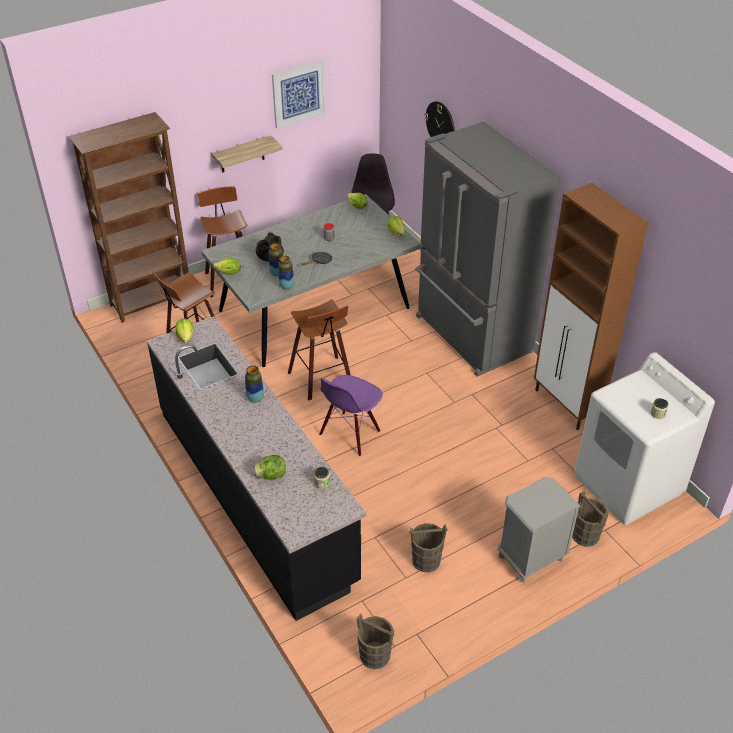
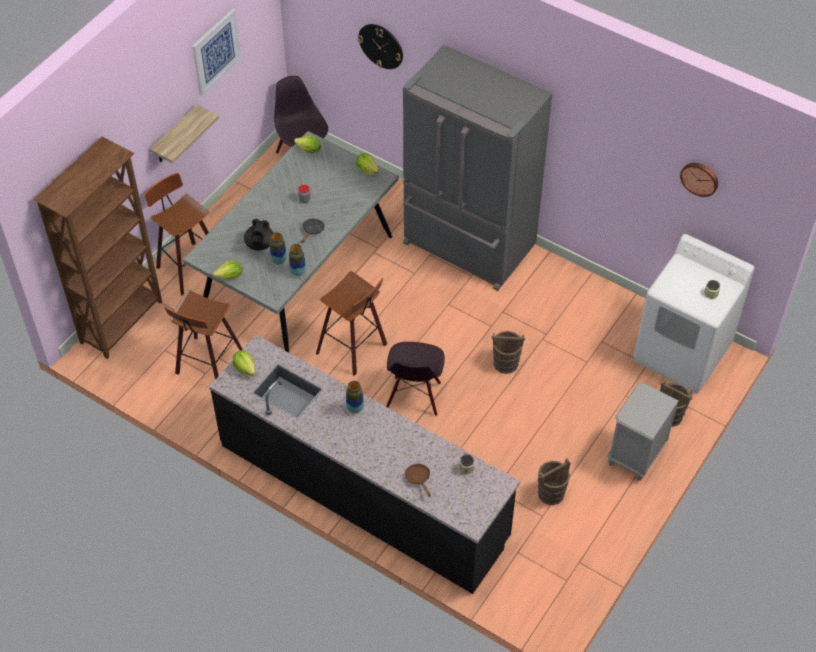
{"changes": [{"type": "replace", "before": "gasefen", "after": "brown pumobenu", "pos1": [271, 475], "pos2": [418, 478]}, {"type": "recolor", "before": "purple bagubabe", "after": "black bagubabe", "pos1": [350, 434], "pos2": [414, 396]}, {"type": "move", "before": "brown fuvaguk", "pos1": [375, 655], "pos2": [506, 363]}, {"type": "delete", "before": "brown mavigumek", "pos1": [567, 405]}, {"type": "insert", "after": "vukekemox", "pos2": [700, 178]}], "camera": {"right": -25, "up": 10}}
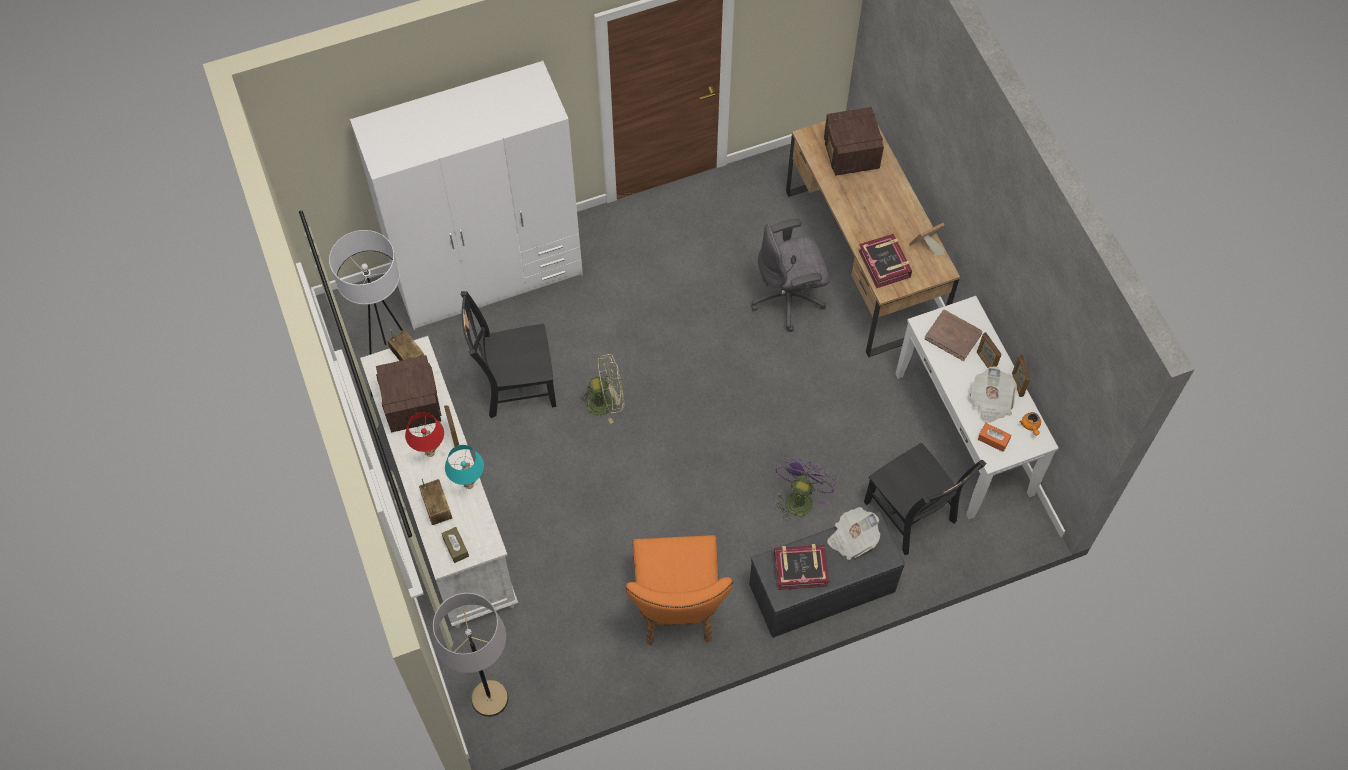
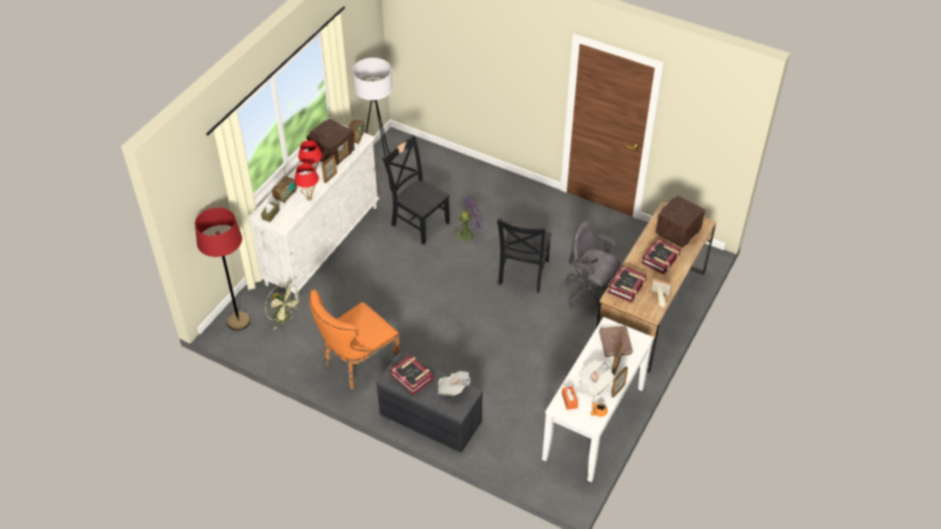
{"changes": [{"type": "delete", "before": "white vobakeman", "pos1": [489, 276]}, {"type": "recolor", "before": "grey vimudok", "after": "red vimudok", "pos1": [489, 698], "pos2": [238, 321]}, {"type": "recolor", "before": "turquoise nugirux", "after": "red nugirux", "pos1": [469, 485], "pos2": [309, 198]}, {"type": "move", "before": "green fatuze", "pos1": [605, 402], "pos2": [285, 319]}, {"type": "move", "before": "purple fatuze", "pos1": [800, 498], "pos2": [469, 233]}, {"type": "move", "before": "black bagubabe", "pos1": [911, 515], "pos2": [523, 274]}, {"type": "insert", "after": "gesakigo", "pos2": [660, 259]}], "camera": {"right": 50, "up": -15}}
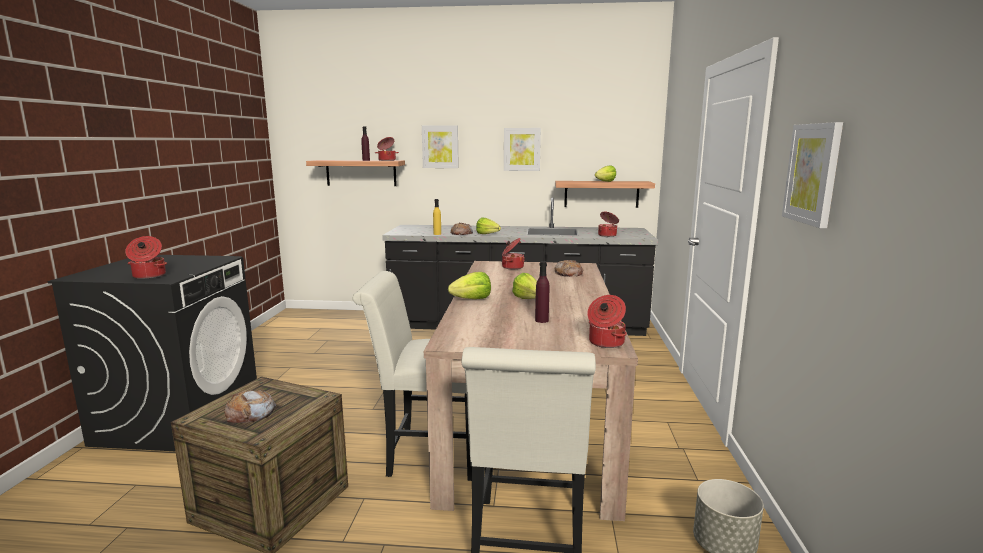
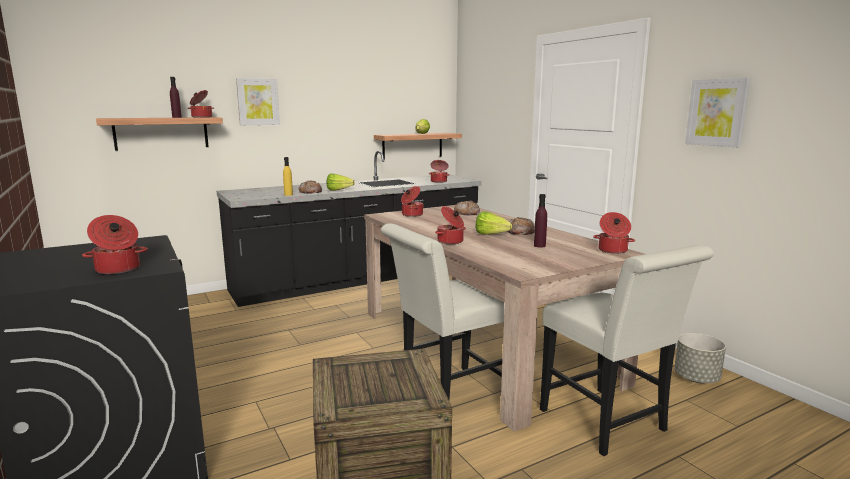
{"changes": [{"type": "move", "before": "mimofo", "pos1": [251, 413], "pos2": [521, 231]}, {"type": "replace", "before": "gasefen", "after": "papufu", "pos1": [472, 299], "pos2": [451, 241]}, {"type": "delete", "before": "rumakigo", "pos1": [522, 149]}], "camera": {"right": -35, "up": 0}}
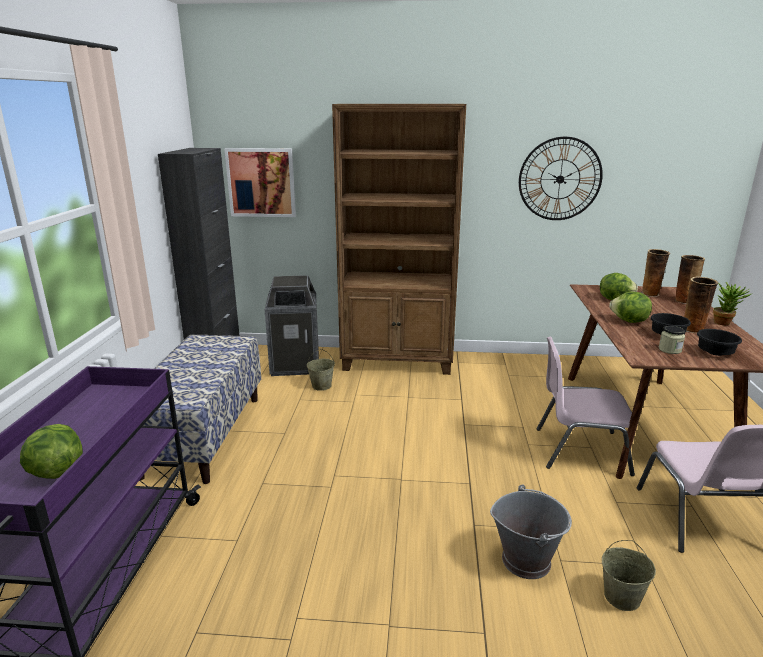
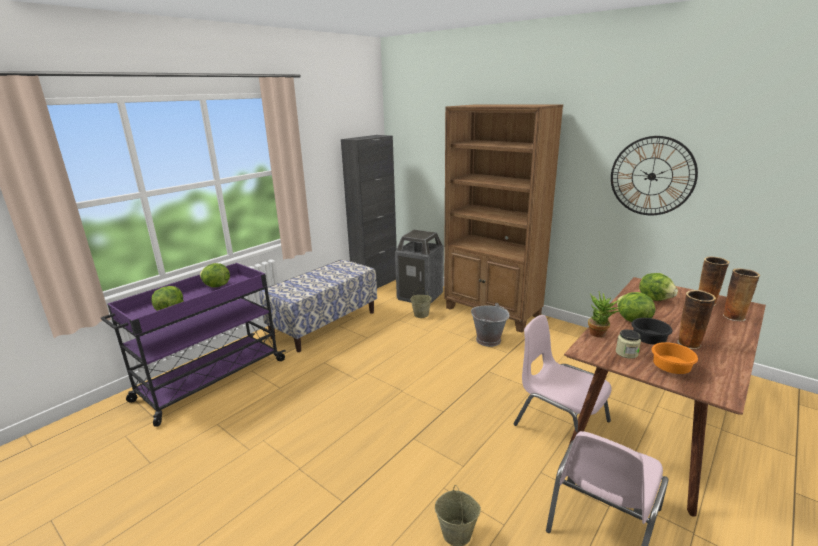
{"changes": [{"type": "delete", "before": "rumakigo", "pos1": [261, 182]}, {"type": "move", "before": "grey fuvaguk", "pos1": [526, 560], "pos2": [488, 340]}, {"type": "recolor", "before": "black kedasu", "after": "orange kedasu", "pos1": [715, 354], "pos2": [670, 369]}, {"type": "move", "before": "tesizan", "pos1": [724, 322], "pos2": [600, 334]}, {"type": "insert", "after": "gasefen", "pos2": [216, 286]}], "camera": {"right": 35, "up": 0}}
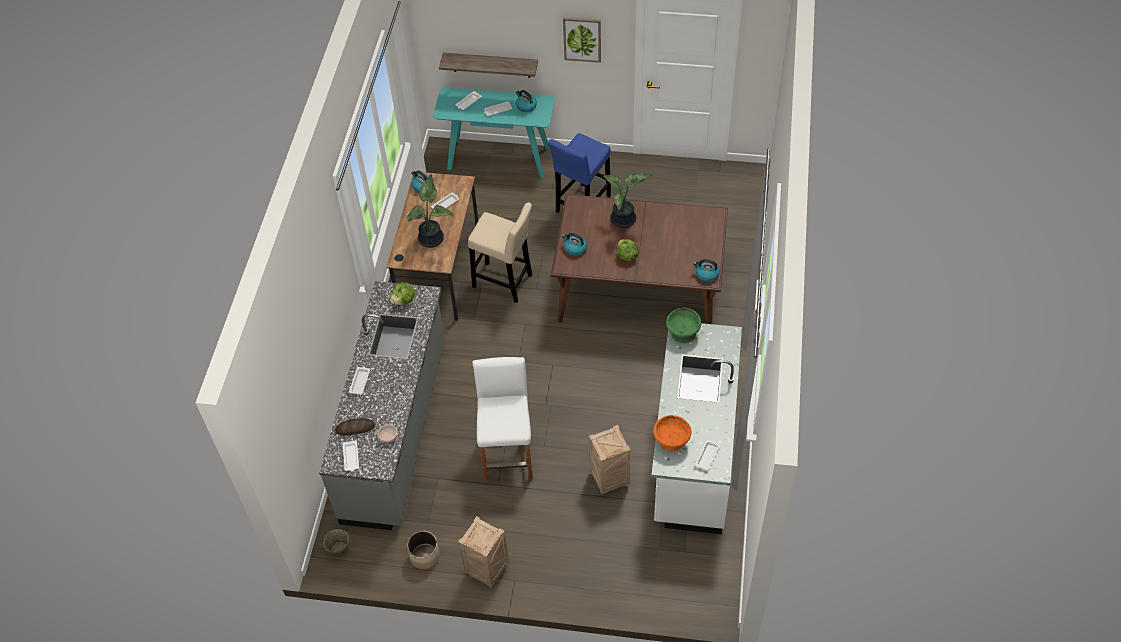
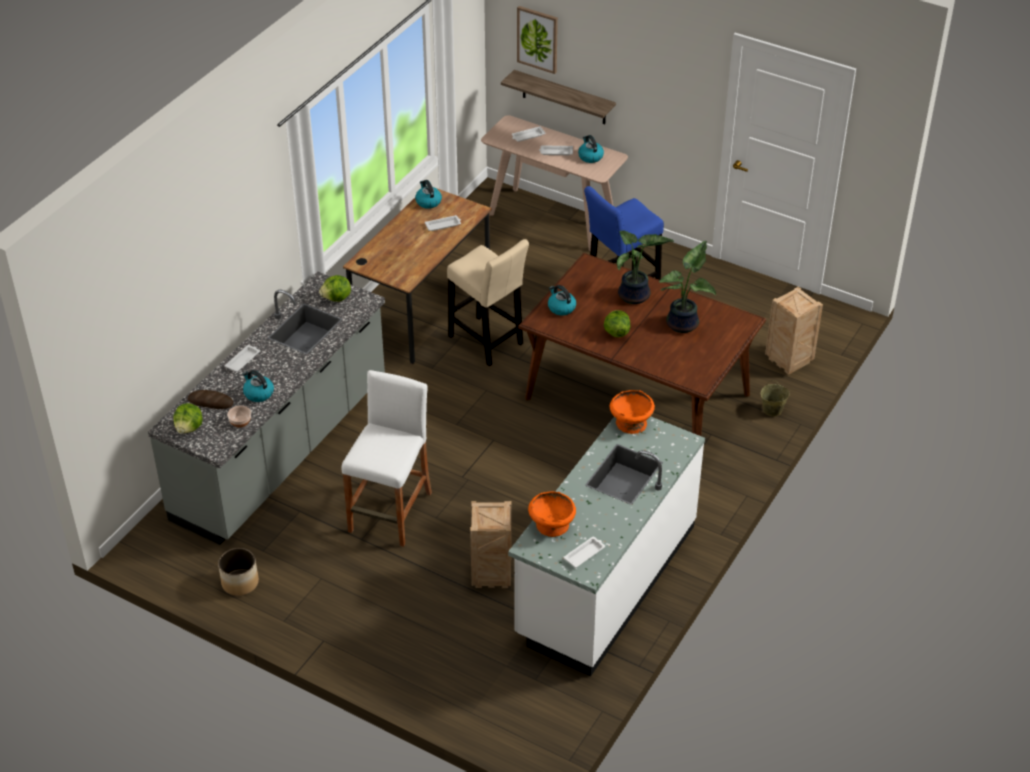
{"changes": [{"type": "move", "before": "beige fuvaguk", "pos1": [339, 550], "pos2": [772, 410]}, {"type": "replace", "before": "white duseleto", "after": "gasefen", "pos1": [351, 457], "pos2": [189, 428]}, {"type": "move", "before": "tesizan", "pos1": [432, 238], "pos2": [684, 324]}, {"type": "recolor", "before": "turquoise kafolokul", "after": "beige kafolokul", "pos1": [499, 158], "pos2": [552, 219]}, {"type": "move", "before": "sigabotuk", "pos1": [486, 570], "pos2": [787, 360]}, {"type": "move", "before": "rumakigo", "pos1": [582, 39], "pos2": [538, 39]}, {"type": "recolor", "before": "green kedasu", "after": "orange kedasu", "pos1": [682, 333], "pos2": [631, 422]}, {"type": "move", "before": "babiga", "pos1": [706, 274], "pos2": [258, 393]}], "camera": {"right": 20, "up": -10}}
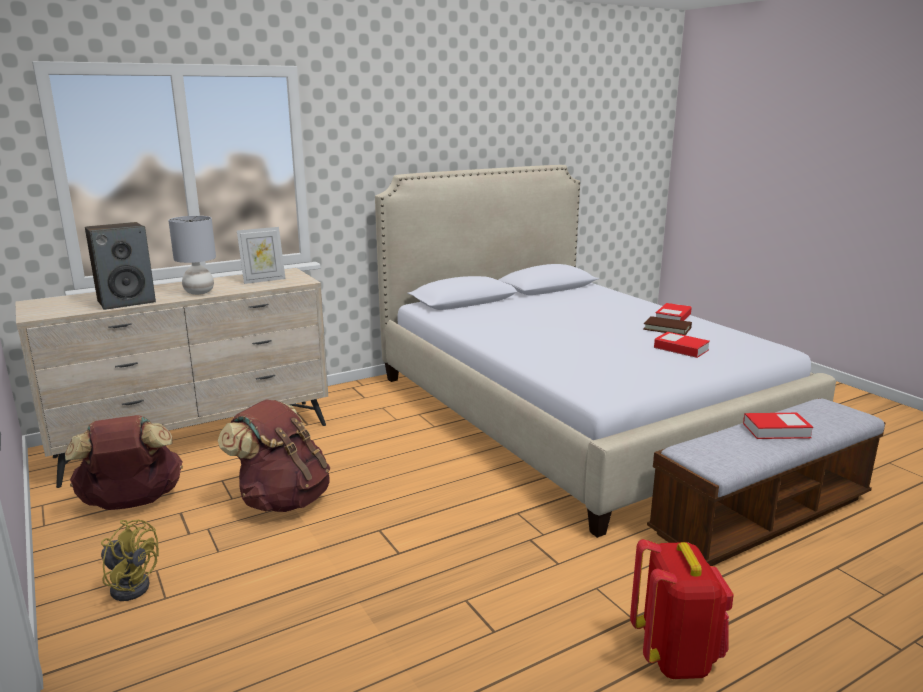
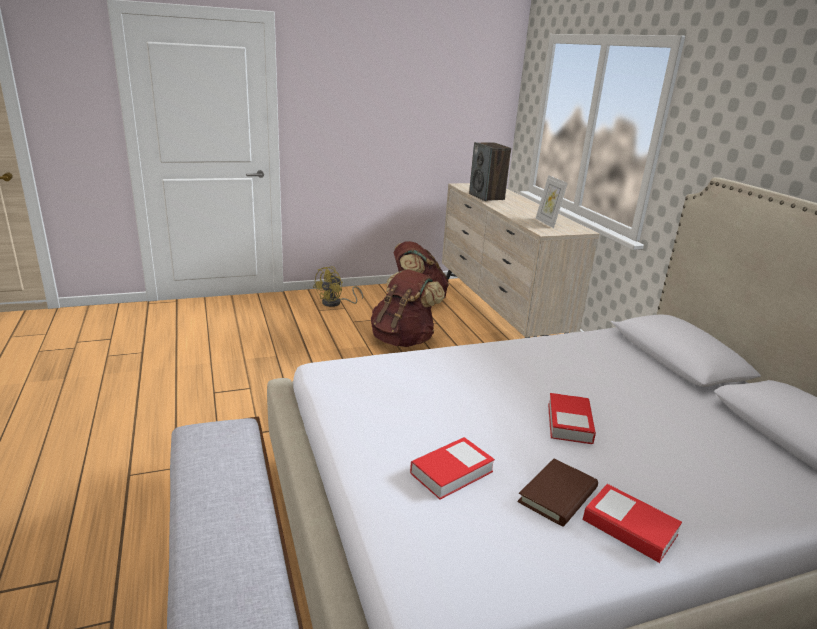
{"changes": [{"type": "delete", "before": "grey nugirux", "pos1": [199, 292]}, {"type": "delete", "before": "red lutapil", "pos1": [675, 656]}, {"type": "move", "before": "gesakigo", "pos1": [776, 430], "pos2": [569, 423]}], "camera": {"right": 100, "up": 5}}
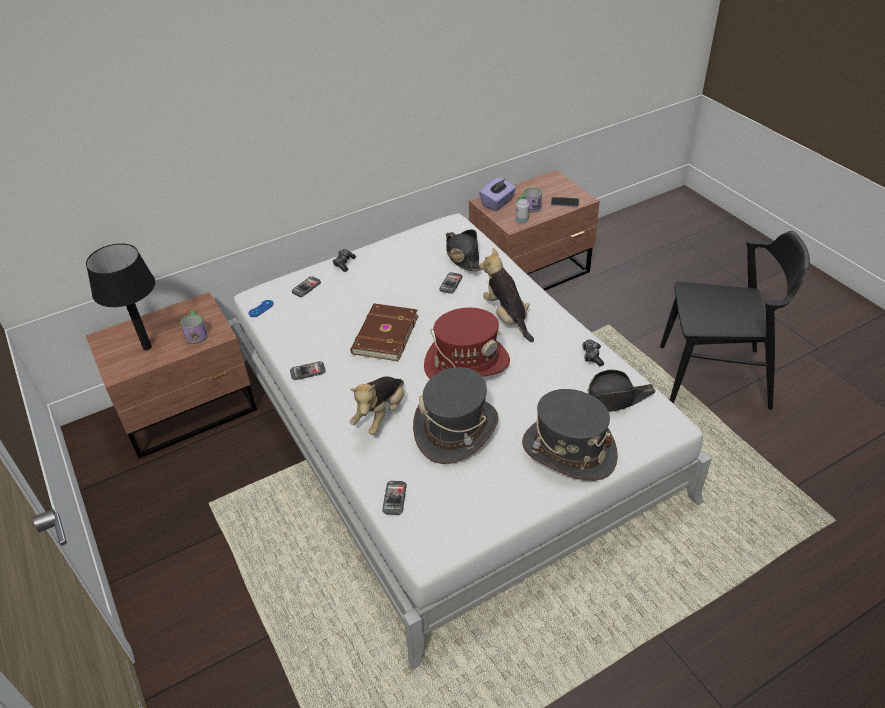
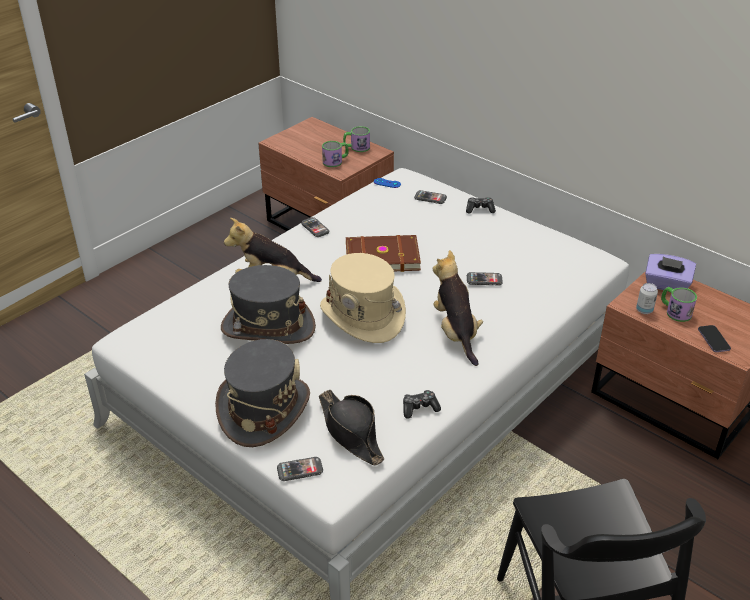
{"changes": [{"type": "delete", "before": "black nugirux", "pos1": [147, 347]}, {"type": "move", "before": "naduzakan", "pos1": [394, 498], "pos2": [300, 470]}, {"type": "recolor", "before": "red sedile", "after": "beige sedile", "pos1": [467, 363], "pos2": [363, 316]}, {"type": "delete", "before": "black sedile", "pos1": [462, 256]}, {"type": "rotate", "before": "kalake", "pos1": [507, 317], "pos2": [455, 332], "turn": -60}, {"type": "insert", "after": "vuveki", "pos2": [356, 147]}], "camera": {"right": 70, "up": -5}}
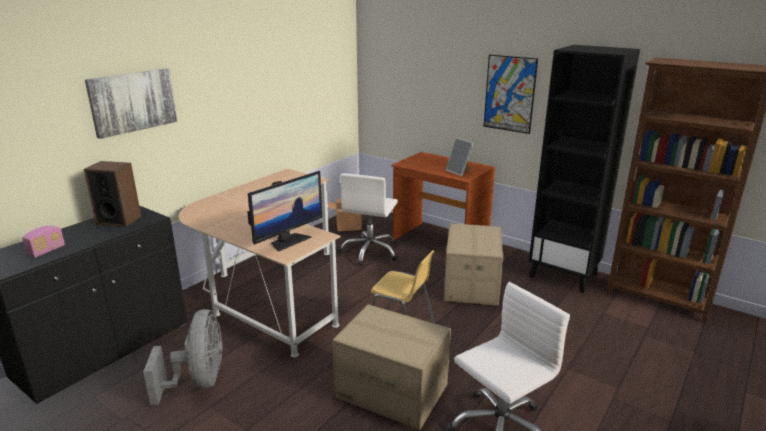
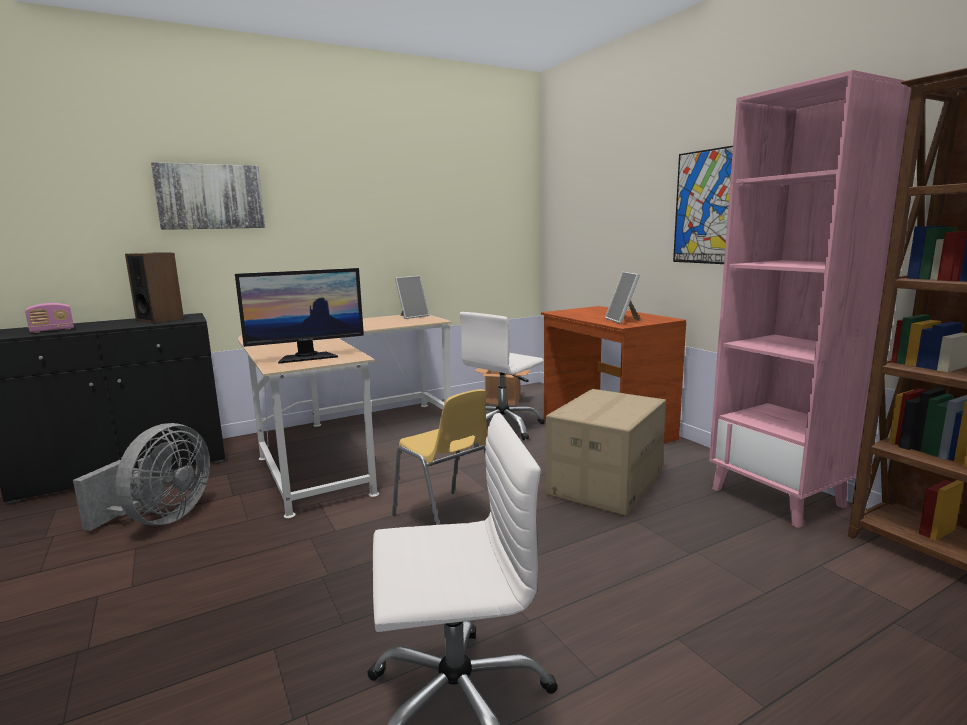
{"changes": [{"type": "delete", "before": "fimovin", "pos1": [392, 391]}, {"type": "recolor", "before": "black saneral", "after": "pink saneral", "pos1": [564, 275], "pos2": [778, 497]}, {"type": "insert", "after": "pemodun", "pos2": [412, 316]}], "camera": {"right": 25, "up": -10}}
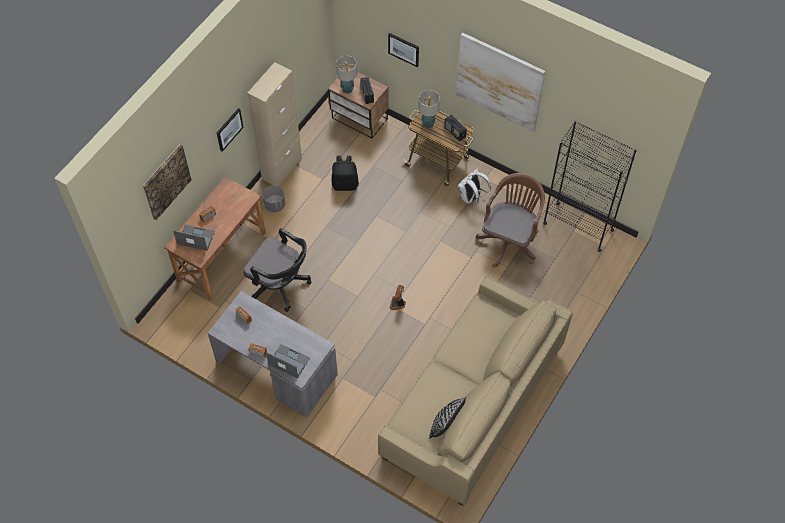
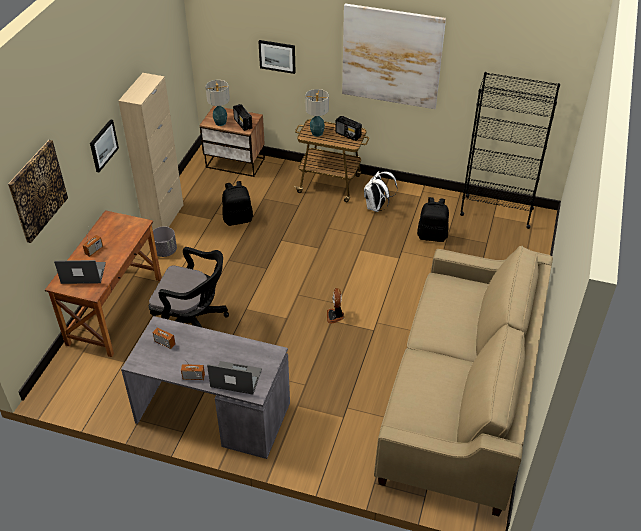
{"changes": [{"type": "delete", "before": "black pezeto", "pos1": [445, 425]}, {"type": "replace", "before": "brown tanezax", "after": "black lutapil", "pos1": [509, 240], "pos2": [432, 235]}], "camera": {"right": -15, "up": -15}}
